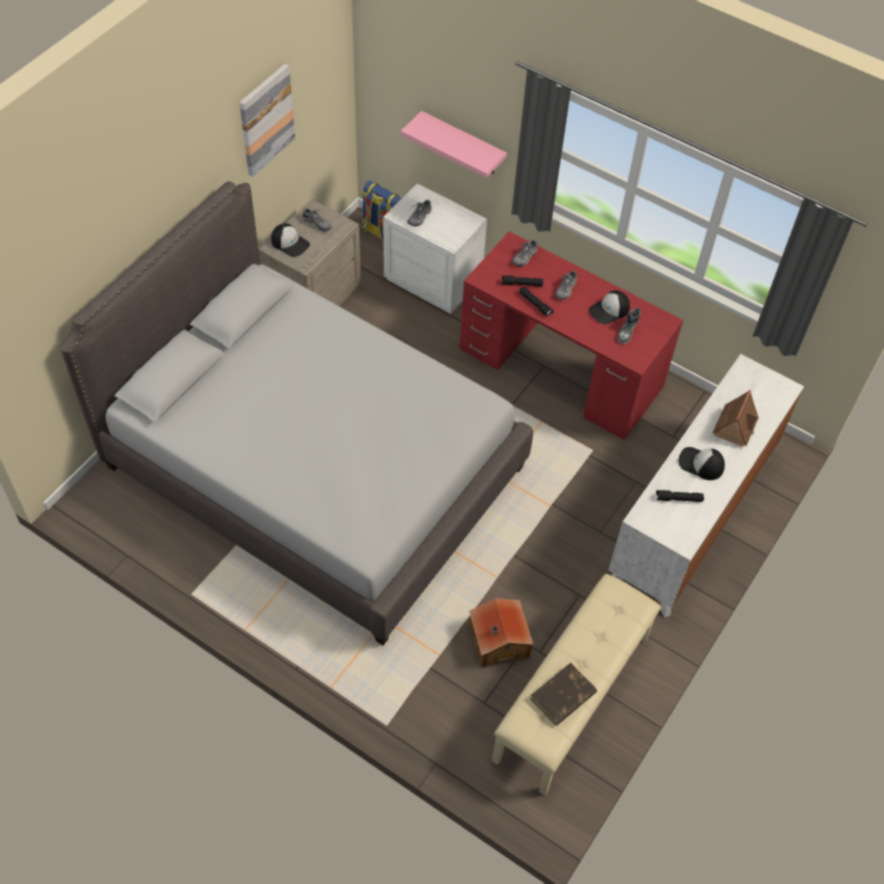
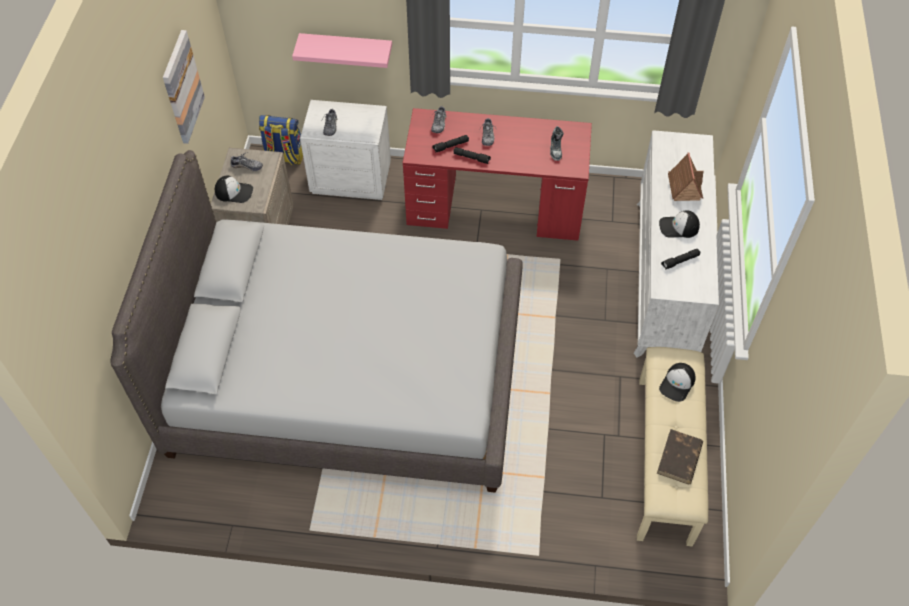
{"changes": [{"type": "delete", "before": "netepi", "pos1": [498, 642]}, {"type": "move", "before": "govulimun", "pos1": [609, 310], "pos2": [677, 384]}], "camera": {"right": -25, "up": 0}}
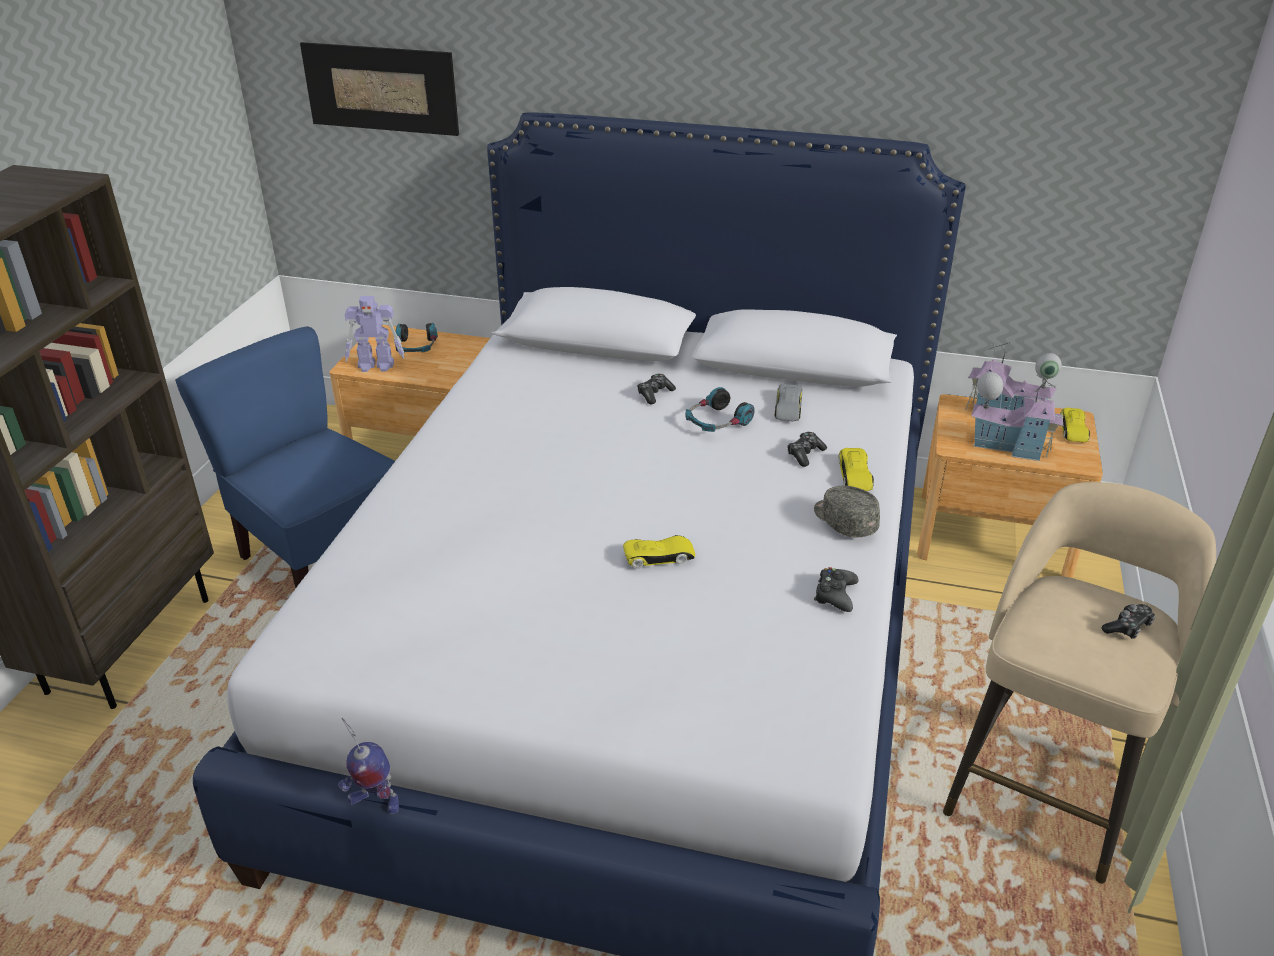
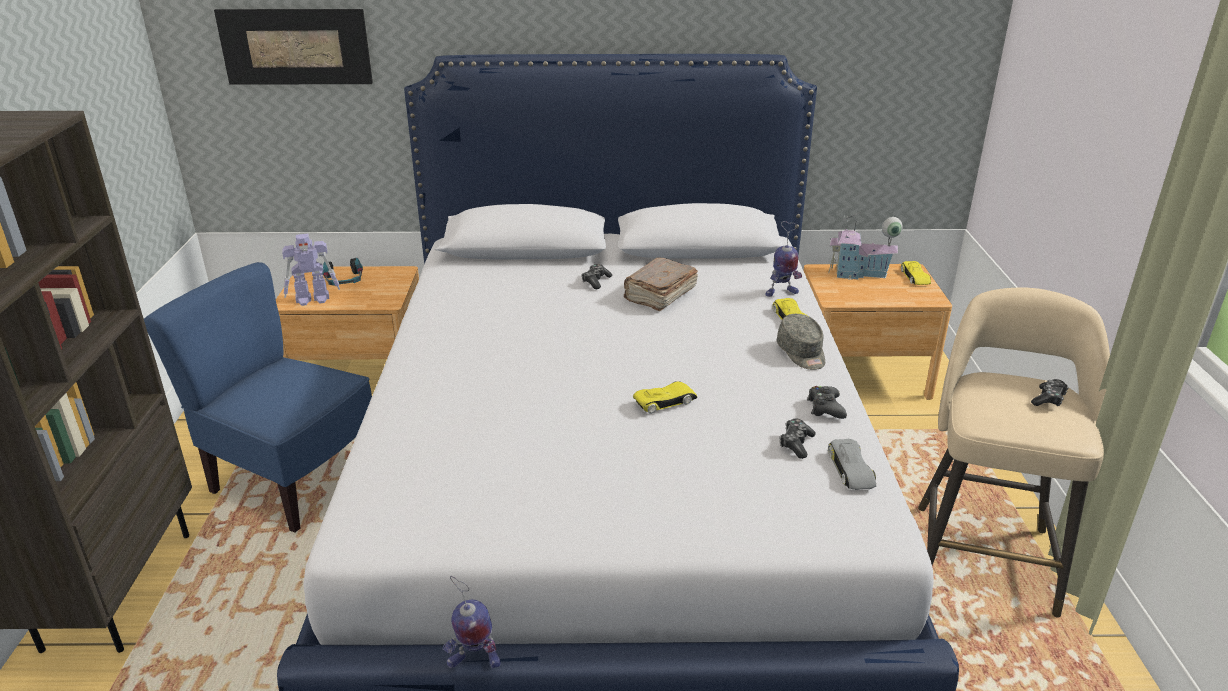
{"changes": [{"type": "replace", "before": "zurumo", "after": "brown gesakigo", "pos1": [717, 422], "pos2": [659, 295]}, {"type": "move", "before": "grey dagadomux", "pos1": [788, 408], "pos2": [851, 470]}, {"type": "move", "before": "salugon", "pos1": [805, 454], "pos2": [796, 444]}, {"type": "rotate", "before": "grey govulimun", "pos1": [844, 521], "pos2": [802, 353], "turn": -150}, {"type": "delete", "before": "netepi", "pos1": [1009, 446]}, {"type": "insert", "after": "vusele", "pos2": [781, 293]}], "camera": {"right": -15, "up": -5}}
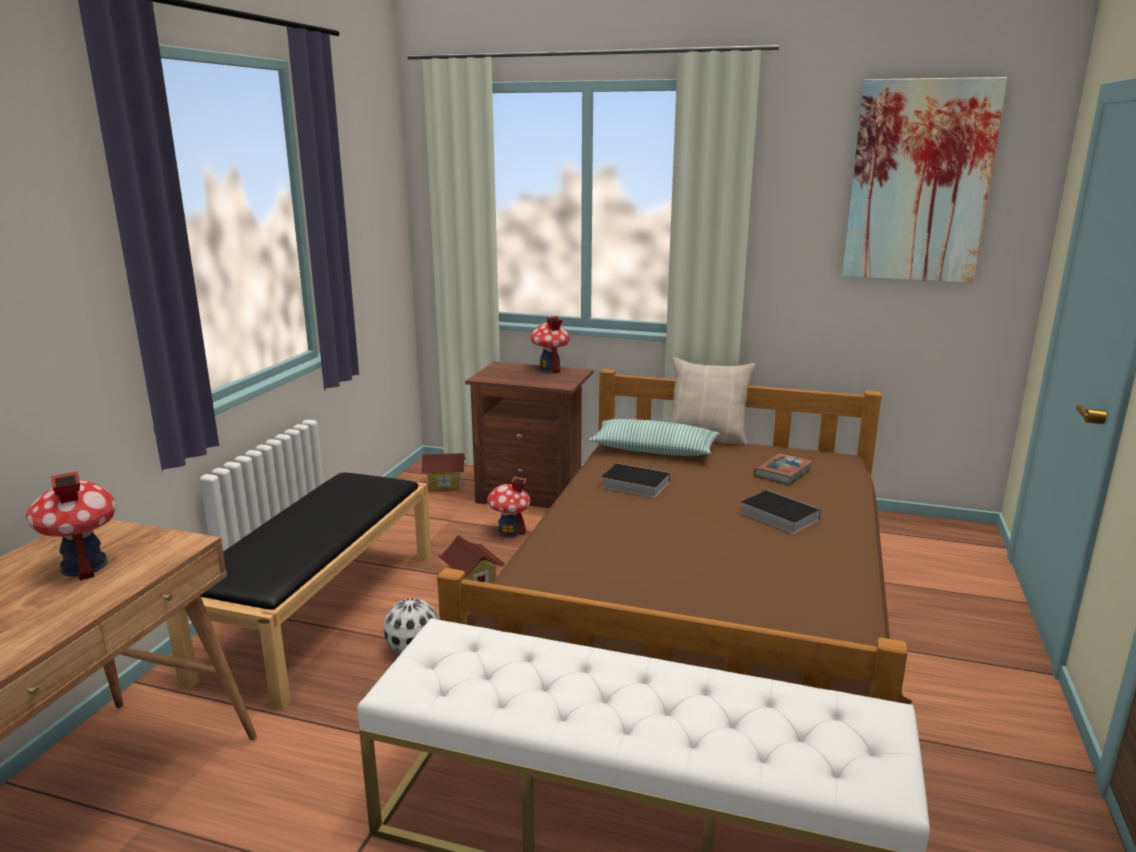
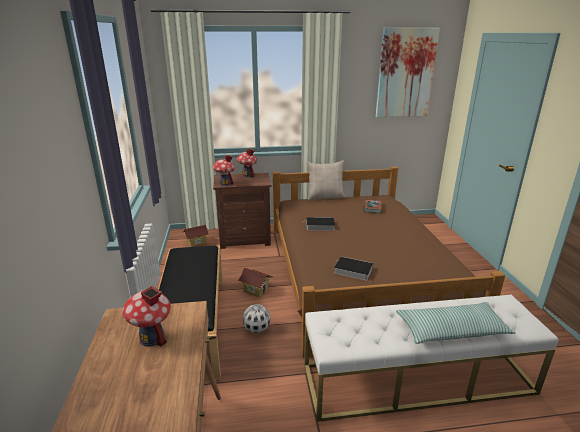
{"changes": [{"type": "move", "before": "netepi", "pos1": [509, 532], "pos2": [225, 184]}, {"type": "move", "before": "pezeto", "pos1": [653, 450], "pos2": [451, 331]}, {"type": "move", "before": "gesakigo", "pos1": [776, 515], "pos2": [352, 270]}], "camera": {"right": -25, "up": 5}}
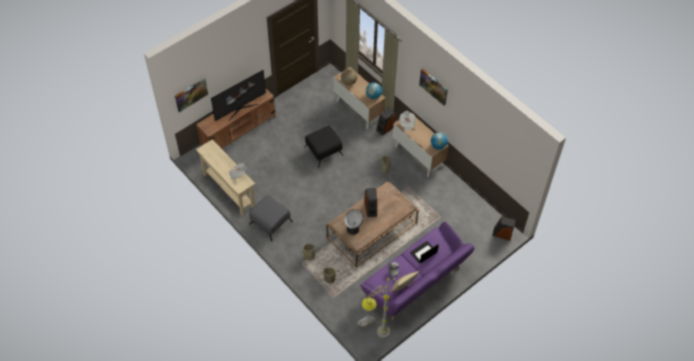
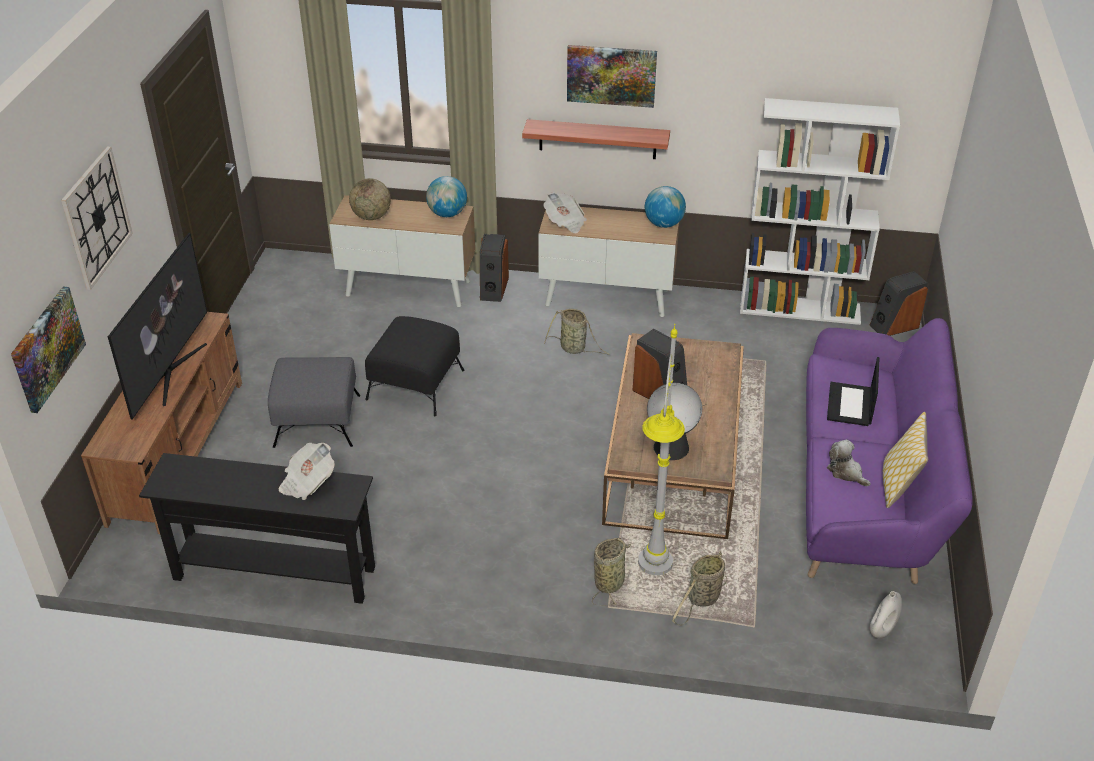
{"changes": [{"type": "recolor", "before": "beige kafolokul", "after": "black kafolokul", "pos1": [228, 190], "pos2": [274, 574]}, {"type": "move", "before": "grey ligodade", "pos1": [270, 222], "pos2": [316, 420]}, {"type": "move", "before": "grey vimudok", "pos1": [374, 339], "pos2": [652, 586]}, {"type": "insert", "after": "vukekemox", "pos2": [96, 217]}, {"type": "insert", "after": "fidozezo", "pos2": [597, 139]}, {"type": "insert", "after": "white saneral", "pos2": [800, 309]}], "camera": {"right": -40, "up": -15}}
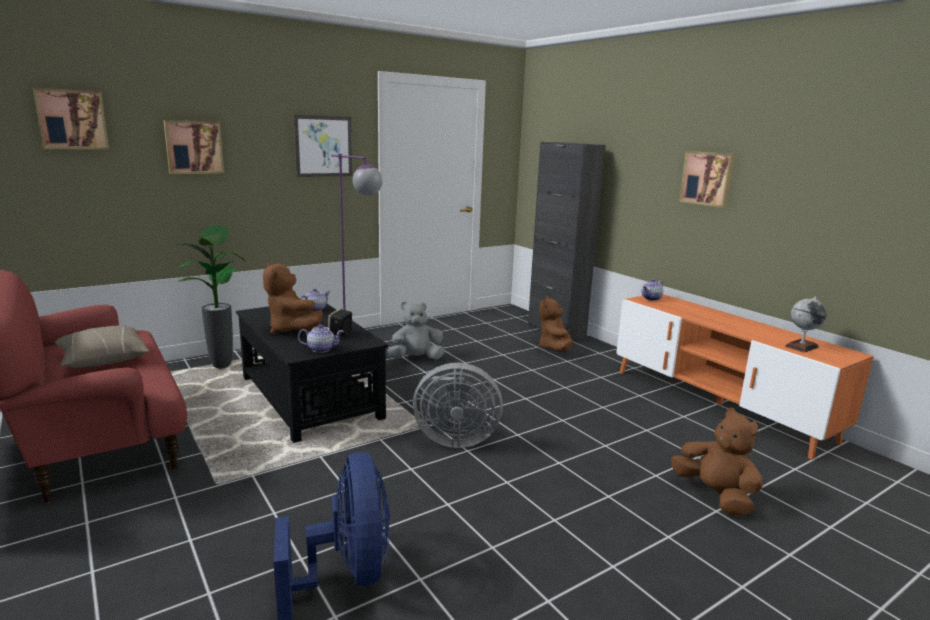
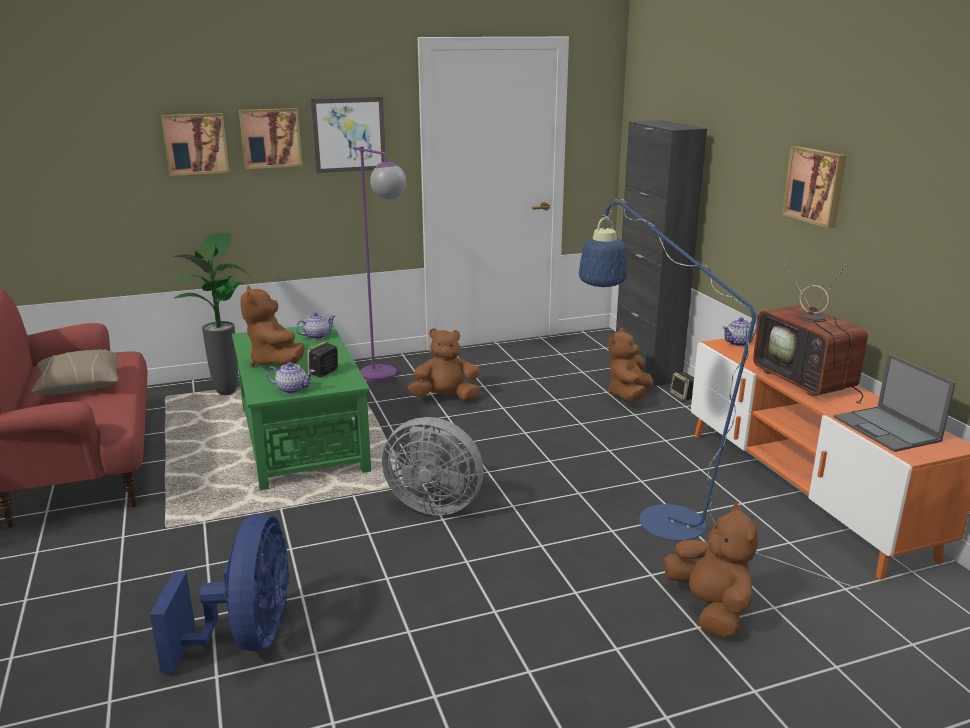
{"changes": [{"type": "move", "before": "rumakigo", "pos1": [72, 119], "pos2": [270, 138]}, {"type": "recolor", "before": "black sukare", "after": "green sukare", "pos1": [310, 397], "pos2": [302, 438]}, {"type": "recolor", "before": "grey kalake", "after": "brown kalake", "pos1": [415, 359], "pos2": [445, 398]}, {"type": "replace", "before": "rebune", "after": "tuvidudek", "pos1": [801, 346], "pos2": [887, 429]}, {"type": "insert", "after": "blue vimudok", "pos2": [655, 516]}, {"type": "insert", "after": "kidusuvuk", "pos2": [683, 396]}, {"type": "insert", "after": "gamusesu", "pos2": [808, 381]}], "camera": {"right": 15, "up": 5}}
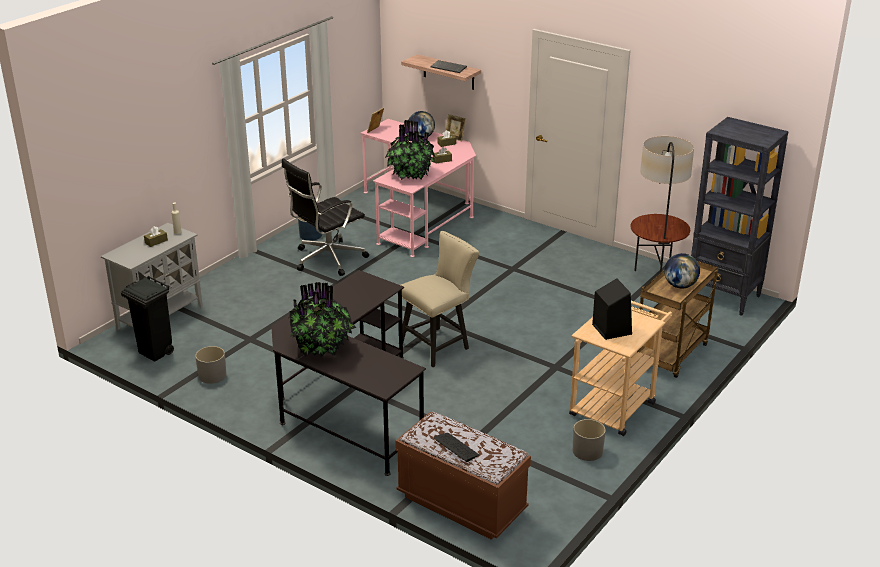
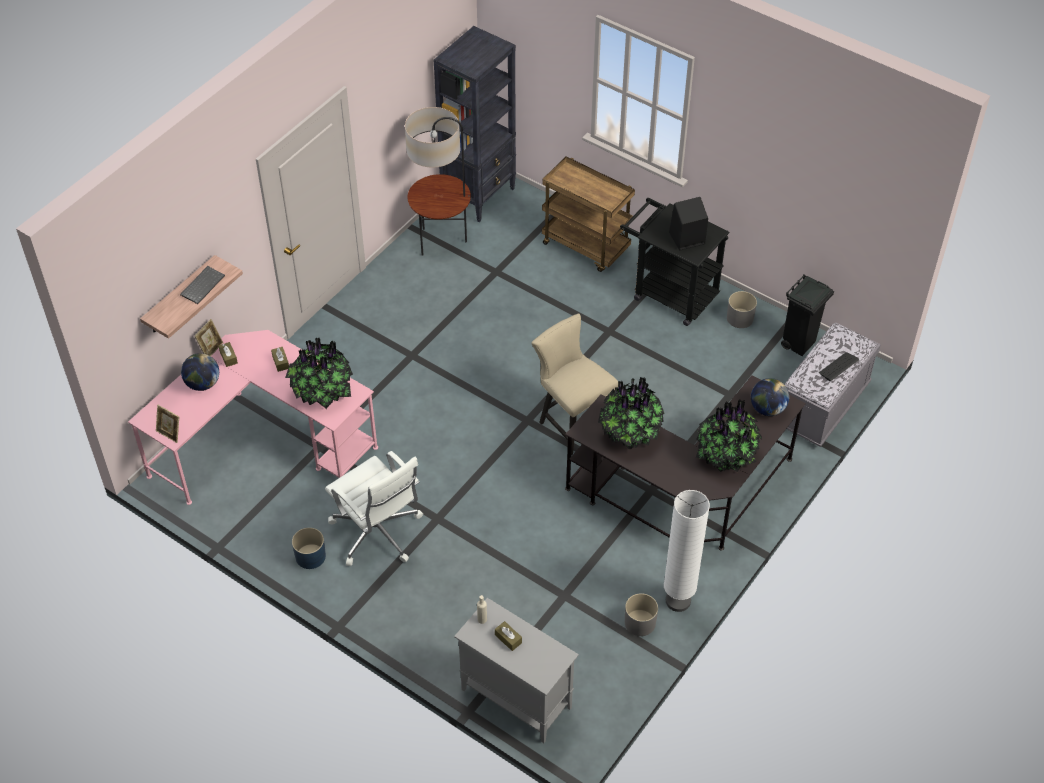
{"changes": [{"type": "move", "before": "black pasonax", "pos1": [155, 353], "pos2": [799, 343]}, {"type": "recolor", "before": "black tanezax", "after": "white tanezax", "pos1": [327, 259], "pos2": [378, 534]}, {"type": "recolor", "before": "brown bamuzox", "after": "grey bamuzox", "pos1": [461, 504], "pos2": [823, 406]}, {"type": "recolor", "before": "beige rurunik", "after": "black rurunik", "pos1": [616, 405], "pos2": [669, 293]}, {"type": "move", "before": "rebune", "pos1": [680, 285], "pos2": [767, 409]}, {"type": "insert", "after": "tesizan", "pos2": [630, 434]}, {"type": "insert", "after": "white vimudok", "pos2": [678, 601]}], "camera": {"right": -90, "up": 20}}
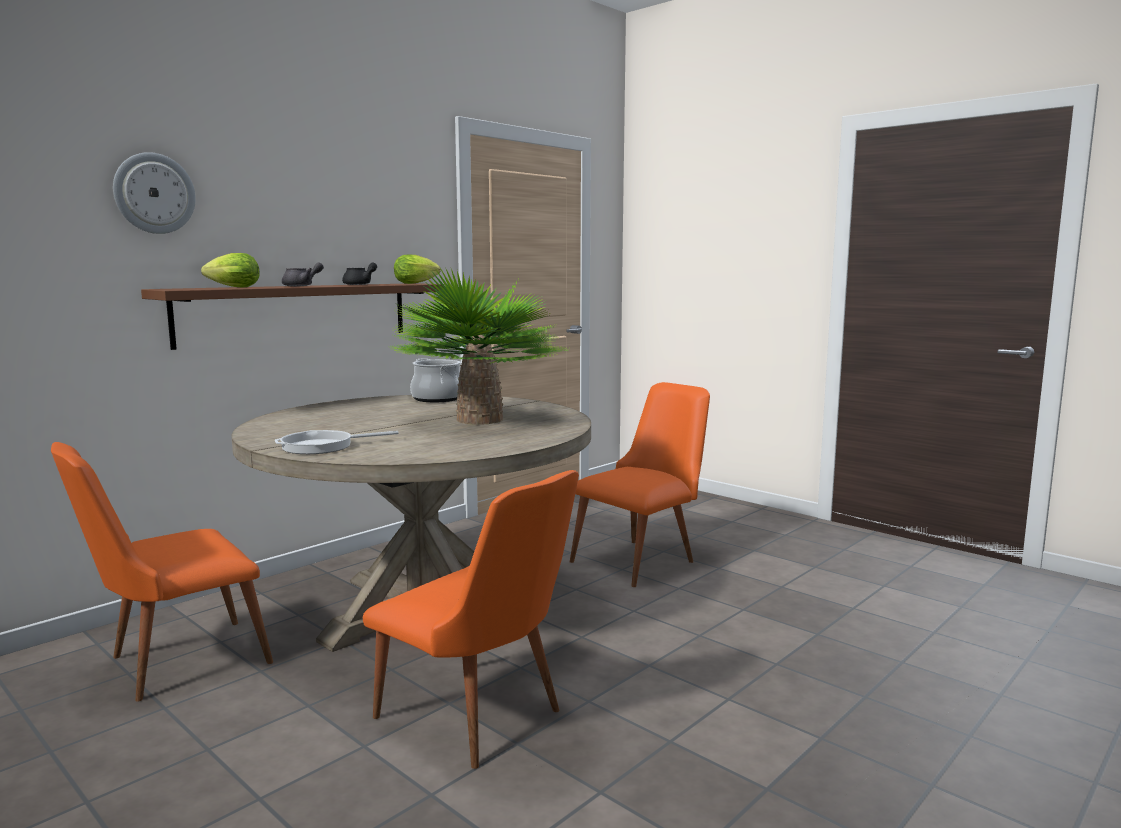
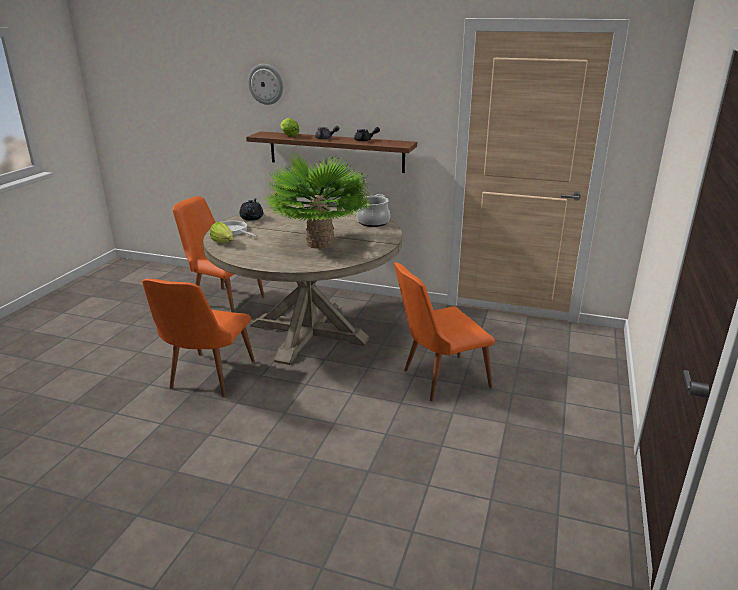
{"changes": [{"type": "move", "before": "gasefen", "pos1": [418, 283], "pos2": [224, 243]}, {"type": "rotate", "before": "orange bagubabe", "pos1": [642, 559], "pos2": [437, 379], "turn": 135}, {"type": "insert", "after": "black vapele", "pos2": [252, 218]}], "camera": {"right": 65, "up": 15}}
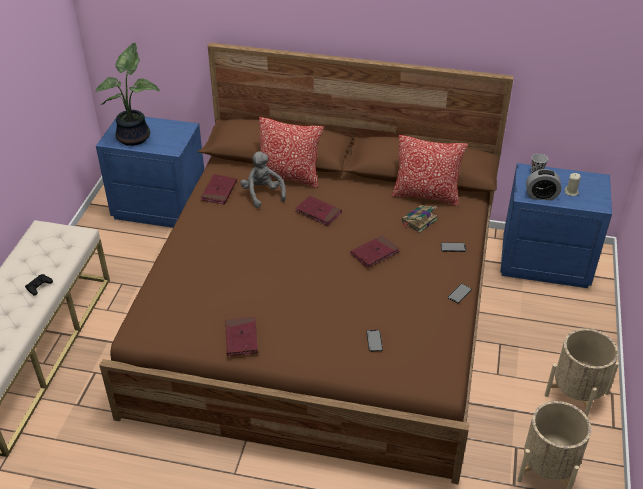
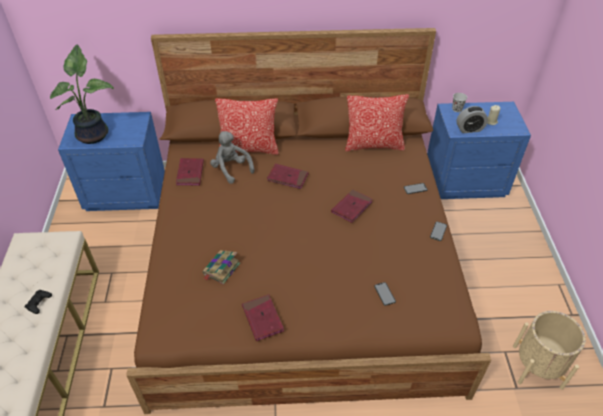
{"changes": [{"type": "move", "before": "gesakigo", "pos1": [418, 221], "pos2": [221, 269]}, {"type": "delete", "before": "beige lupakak", "pos1": [576, 394]}], "camera": {"right": -15, "up": 5}}
